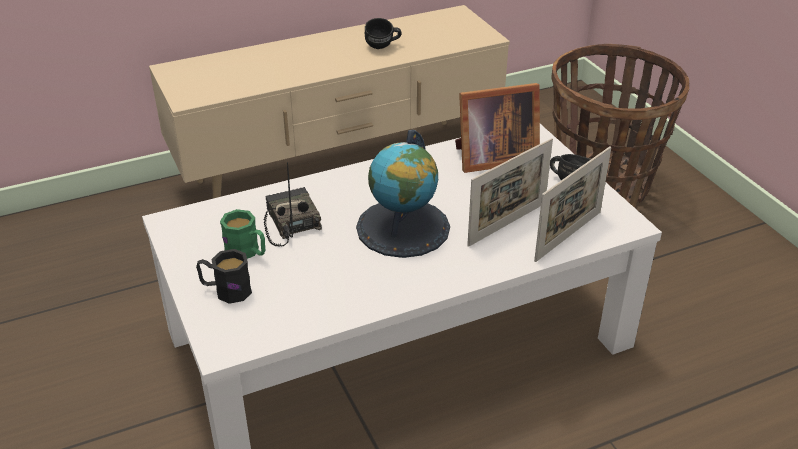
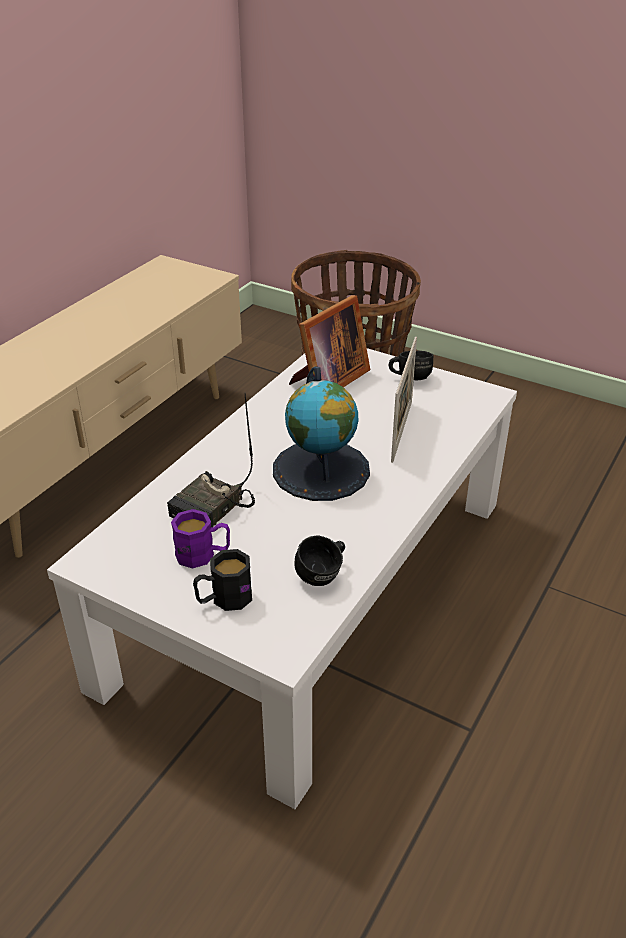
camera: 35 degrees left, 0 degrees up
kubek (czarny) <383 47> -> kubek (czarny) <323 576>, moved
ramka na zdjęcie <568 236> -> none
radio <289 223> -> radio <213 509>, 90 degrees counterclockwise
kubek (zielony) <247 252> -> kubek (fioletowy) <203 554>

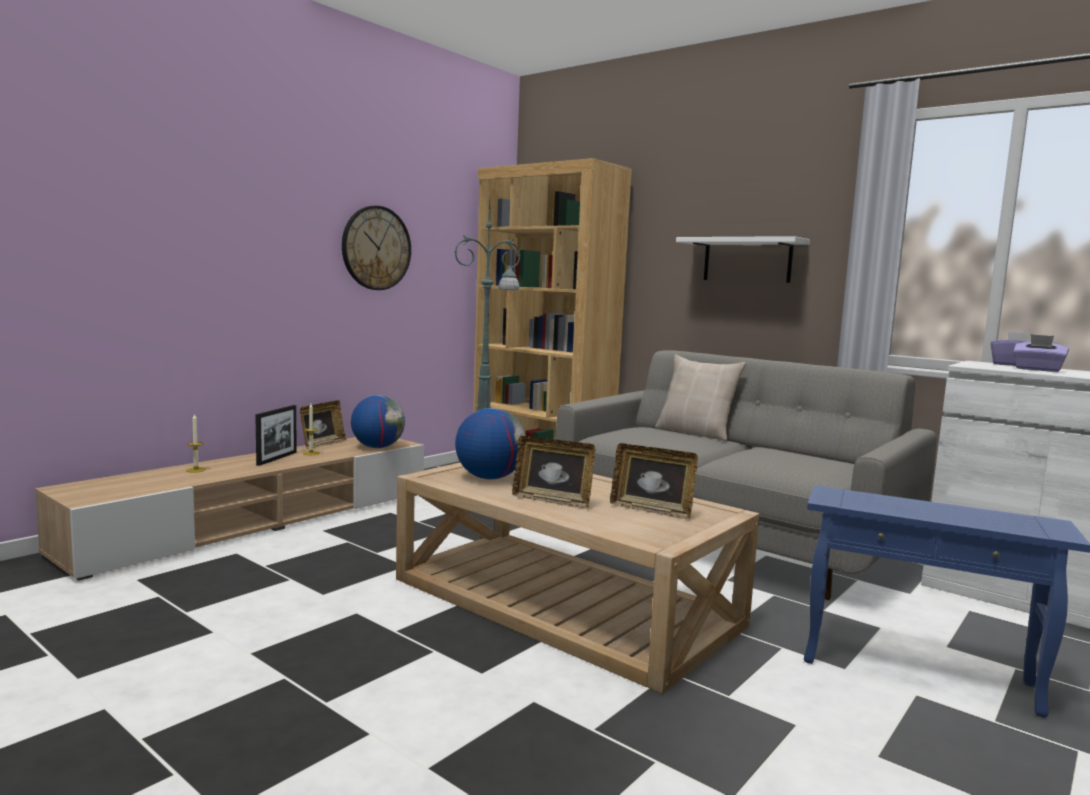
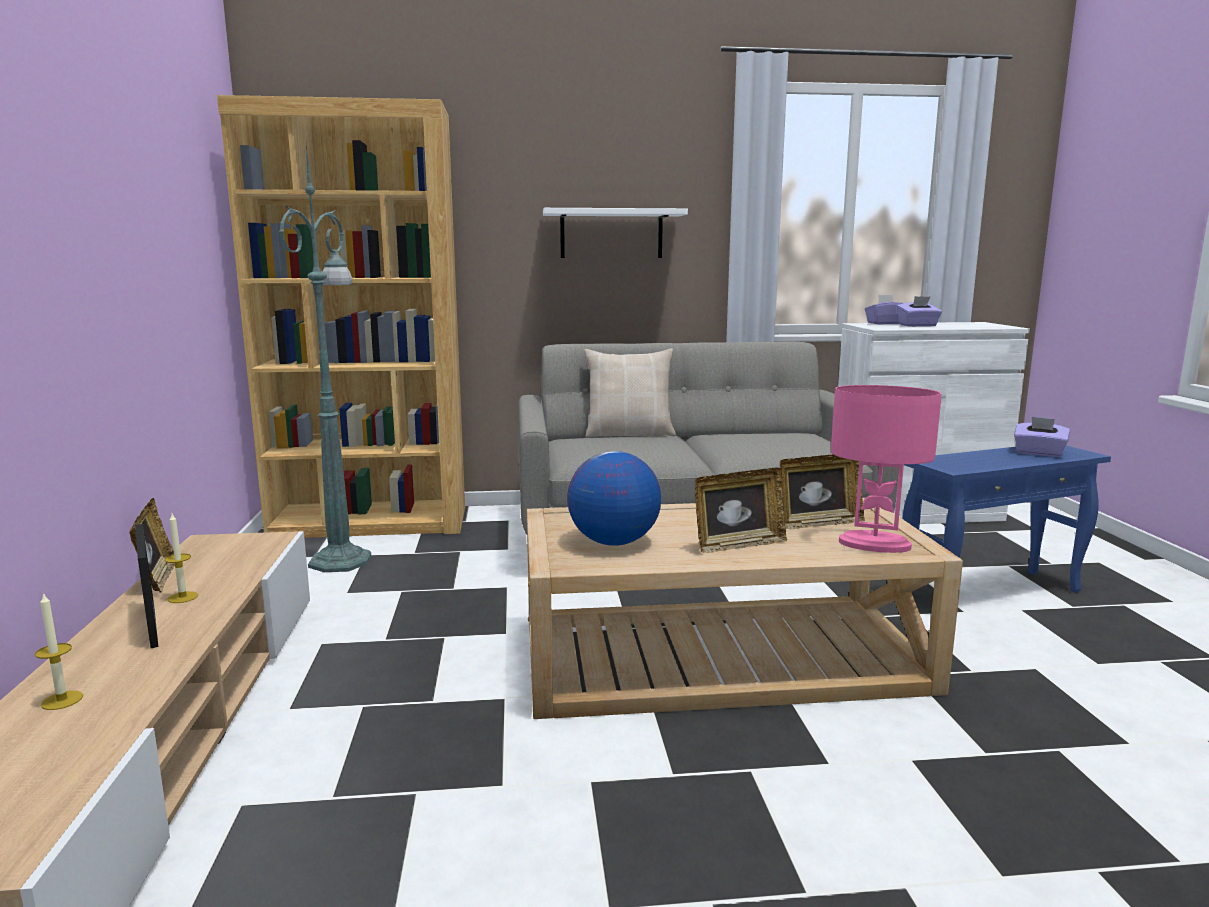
camera: 45 degrees left, 5 degrees up
zegar ścienny <376 248> -> none
globus <377 447> -> none
none -> lampa stołowa (różowy) <874 544>
none -> pudełko chusteczek (fioletowy) <1039 453>

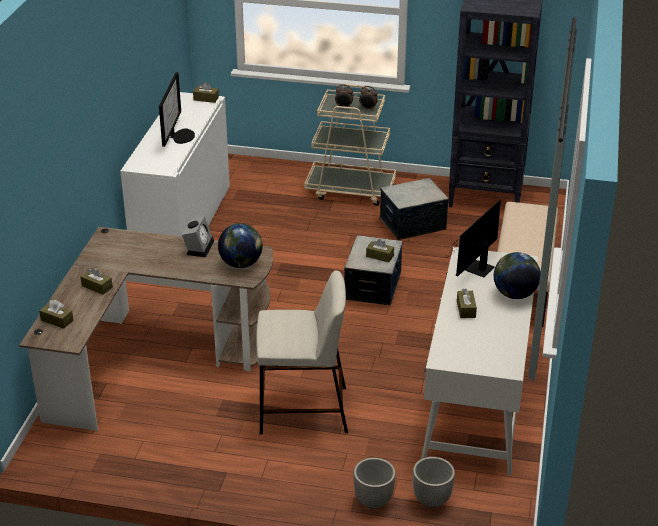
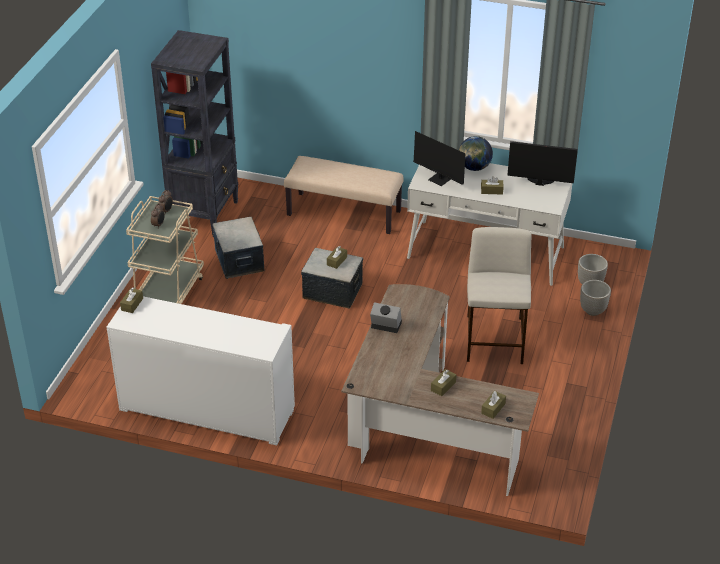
camera: 85 degrees left, 5 degrees up
monitor <180 136> -> monitor <540 180>, moved
globus <241 264> -> none

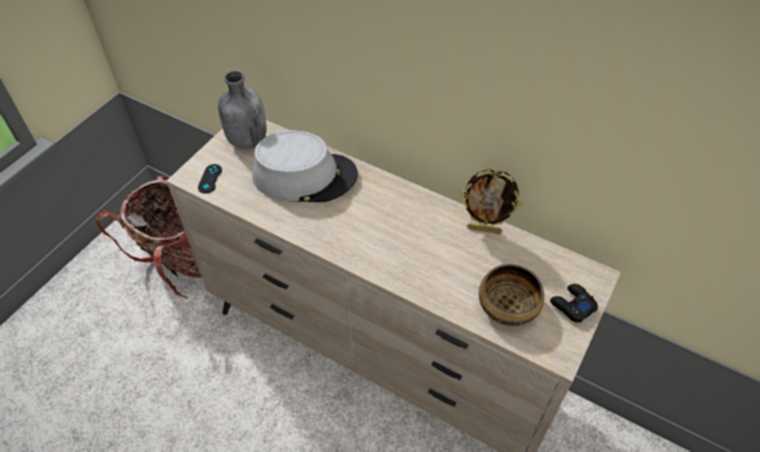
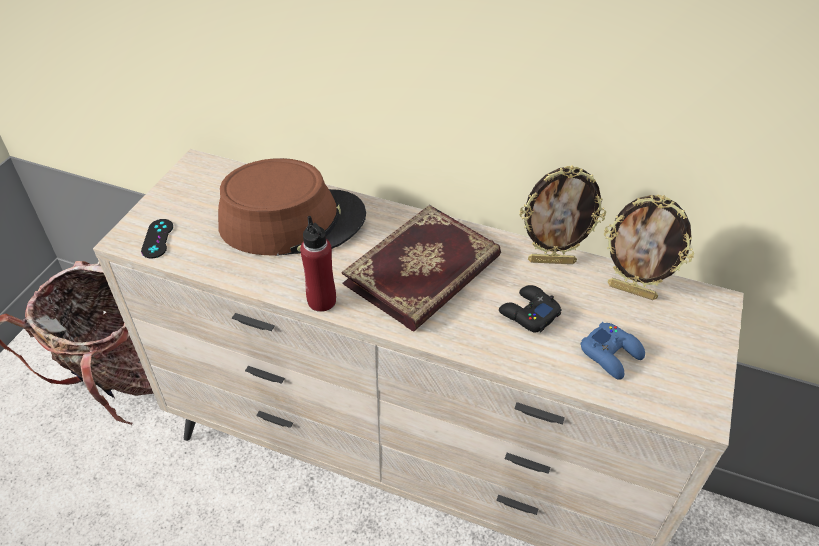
camera: 10 degrees left, 5 degrees down
butelka (szary) <246 140> -> none
kapelusz (szary) <305 176> -> kapelusz (brązowy) <292 221>
miska <508 305> -> pad do gier (niebieski) <611 354>
pad do gier (czarny) <572 305> -> pad do gier (czarny) <528 313>, moved
none -> ramka na zdjęcie <632 291>
none -> książka <424 271>
none -> butelka (czerwony) <321 301>

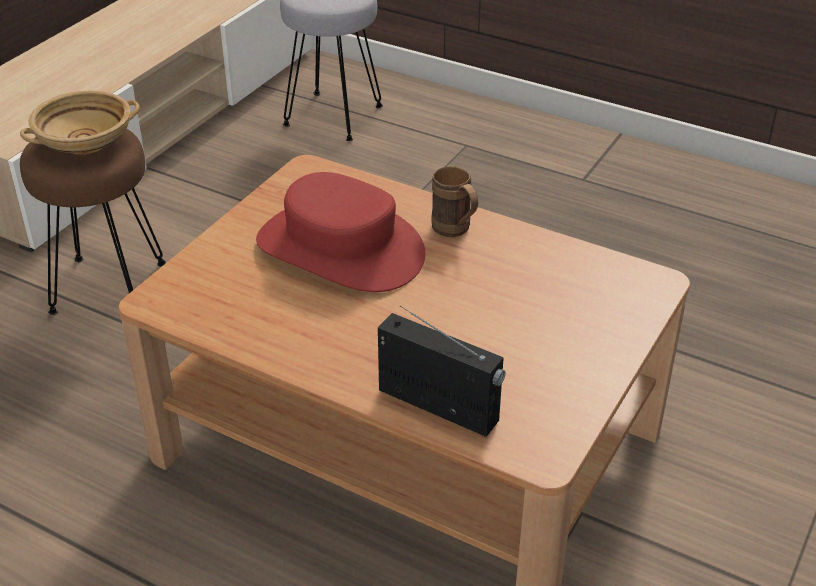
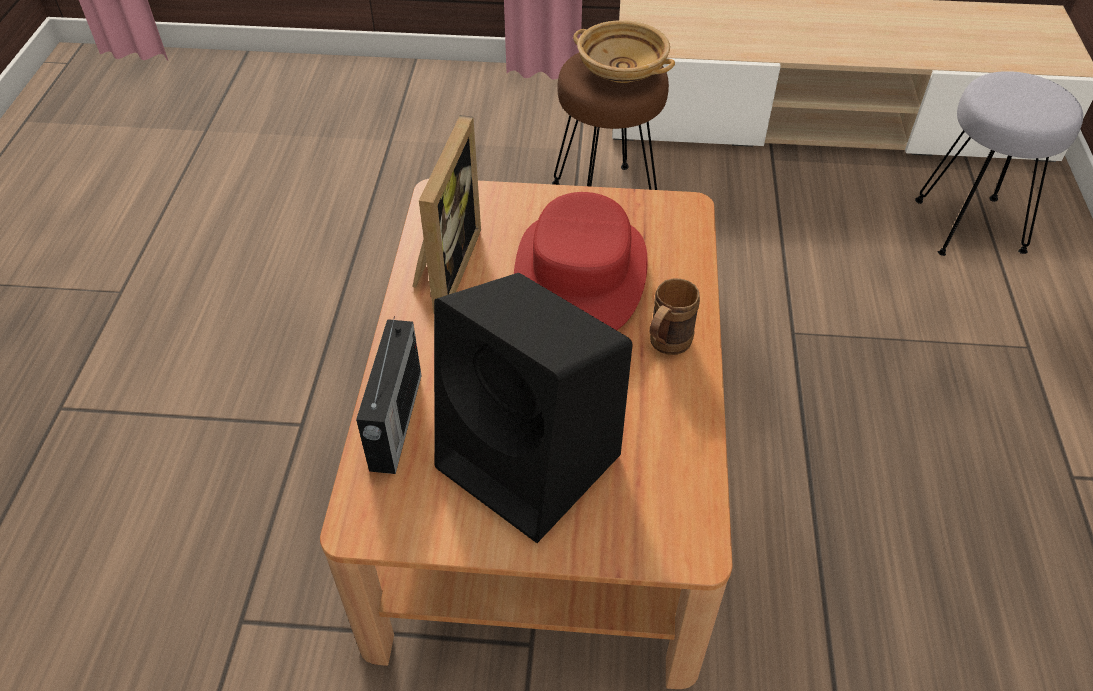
camera: 65 degrees right, 10 degrees up
none -> ramka na zdjęcie <443 267>
none -> głośnik (czarny) <533 462>

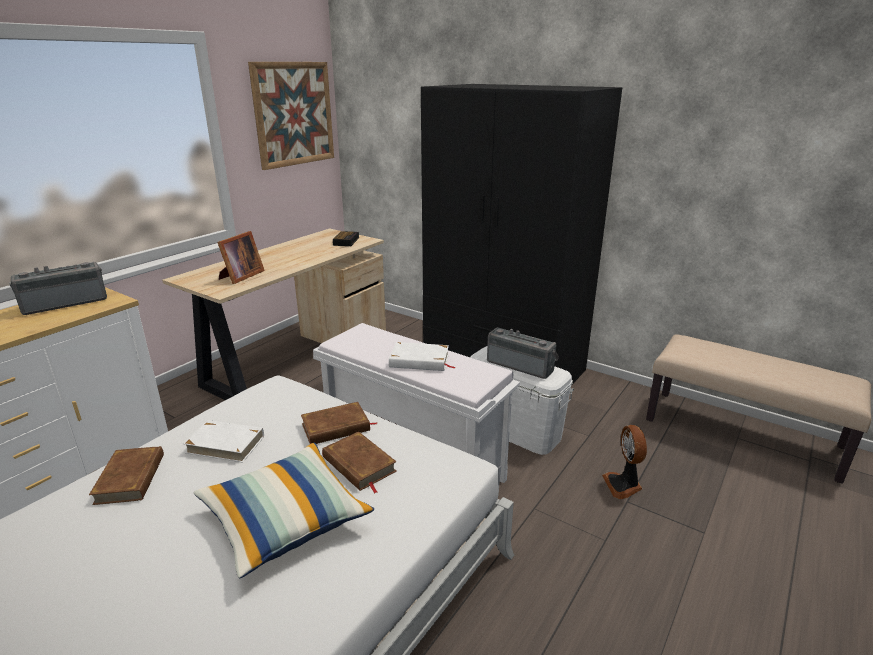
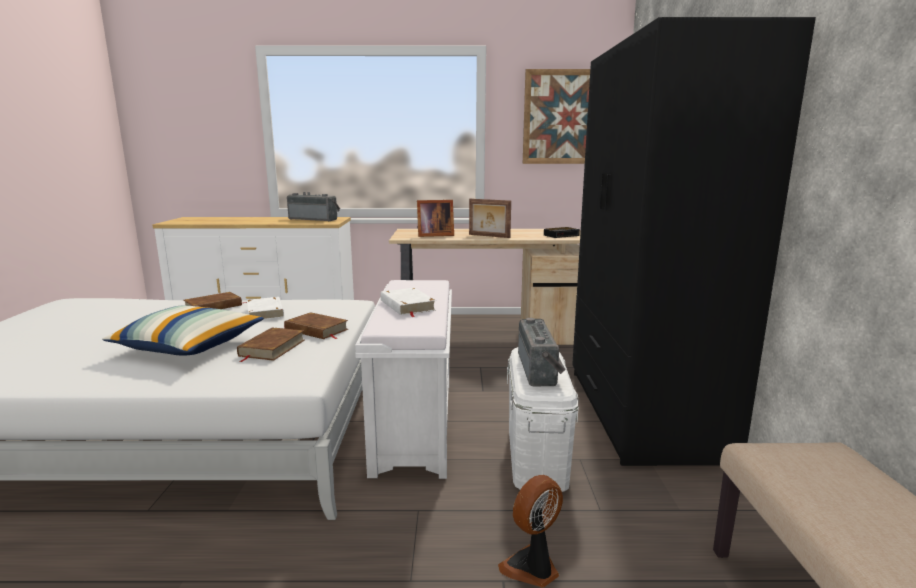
camera: 55 degrees right, 10 degrees down
none -> ramka na zdjęcie <488 236>

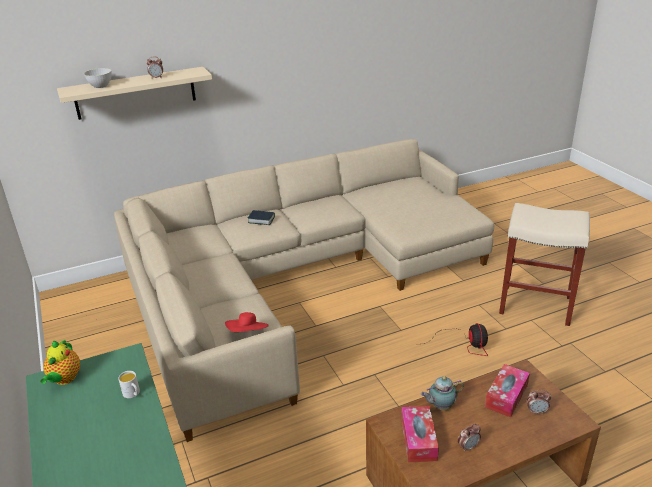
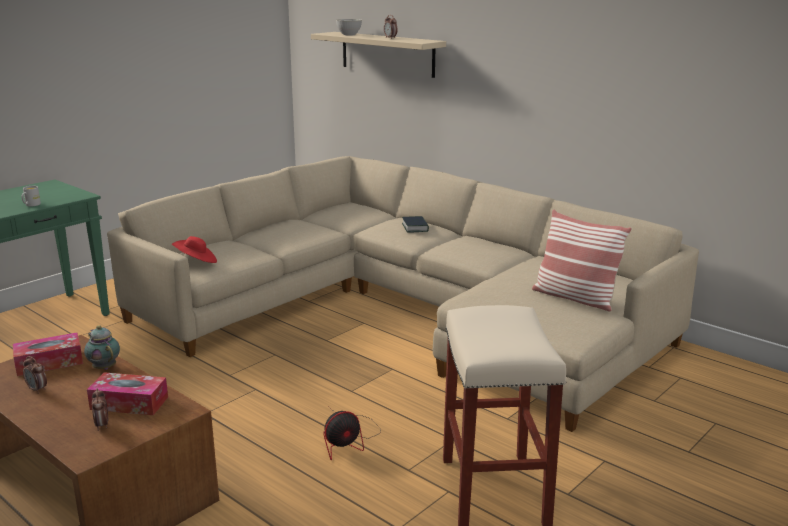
camera: 65 degrees right, 10 degrees down
imbryk <64 379> -> none
none -> poduszka <575 297>

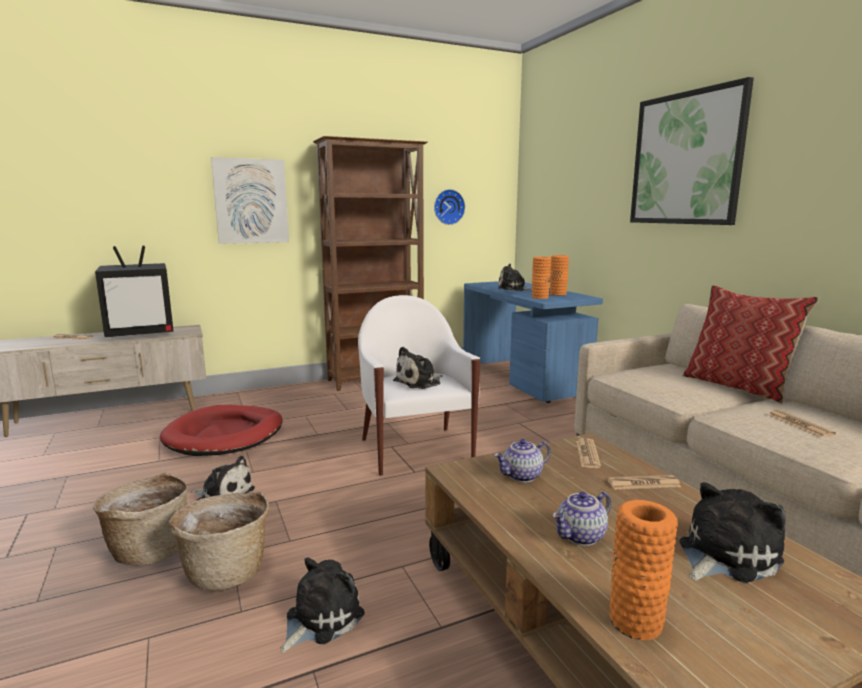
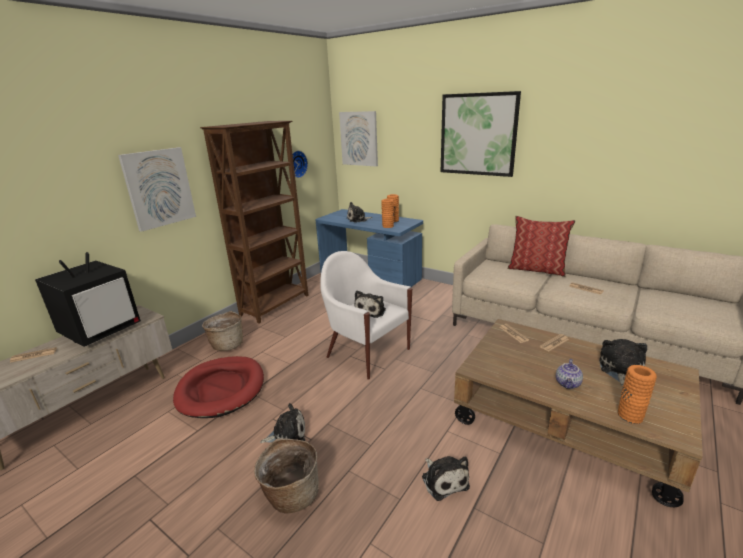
camera: 30 degrees left, 10 degrees up
imbryk <522 476> -> none
koszyk <227 570> -> koszyk <227 344>, moved
pluszak <320 618> -> pluszak <444 480>, 150 degrees clockwise
none -> obraz <359 138>

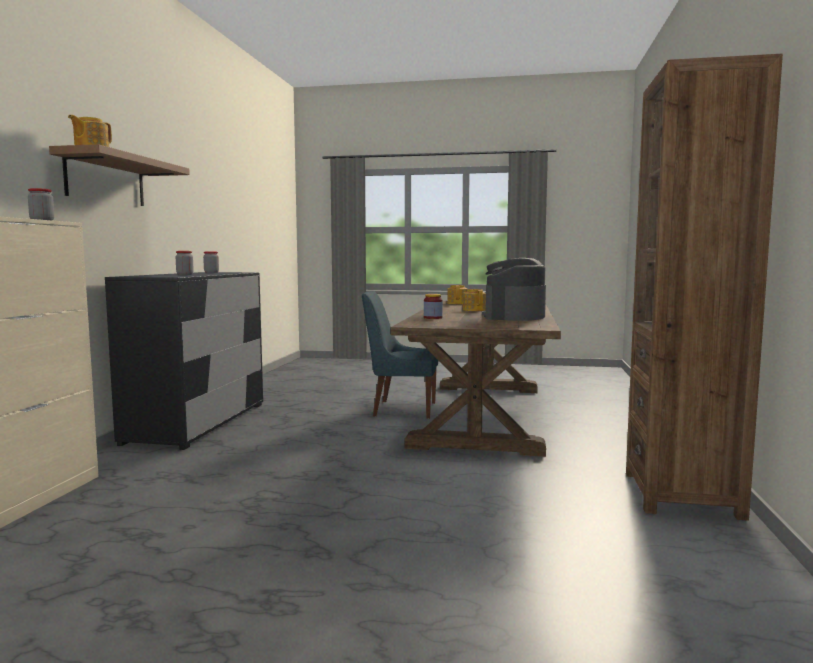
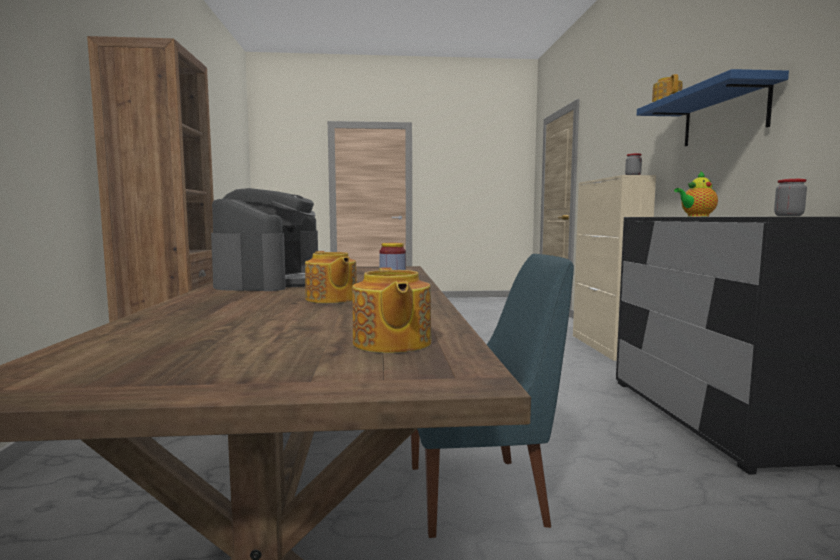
camera: 165 degrees right, 0 degrees up
półka (brązowy) <106 180> -> półka (niebieski) <724 115>
słoik <185 274> -> imbryk <696 216>

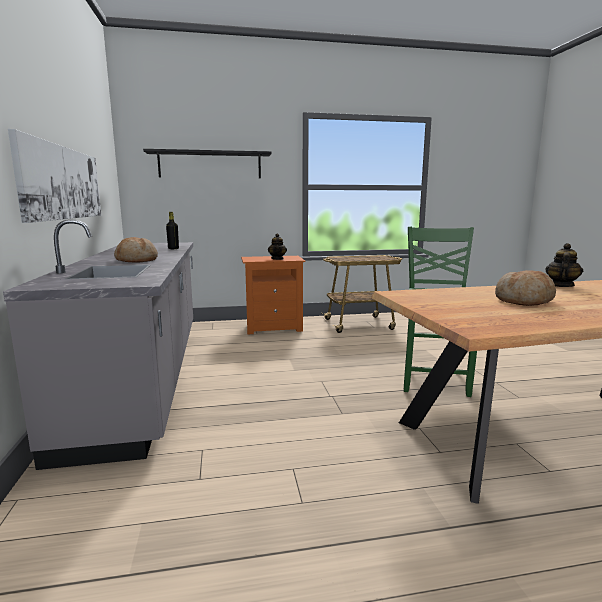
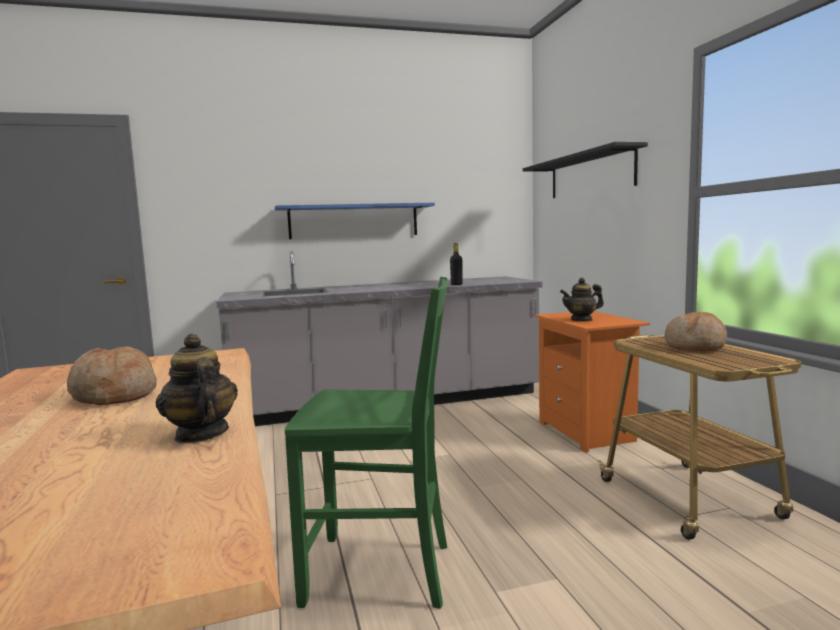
camera: 85 degrees right, 5 degrees down
obraz <63 183> -> półka (niebieski) <354 221>
chleb <136 260> -> chleb <696 346>, moved
imbryk <561 286> -> imbryk <201 434>, 150 degrees counterclockwise

